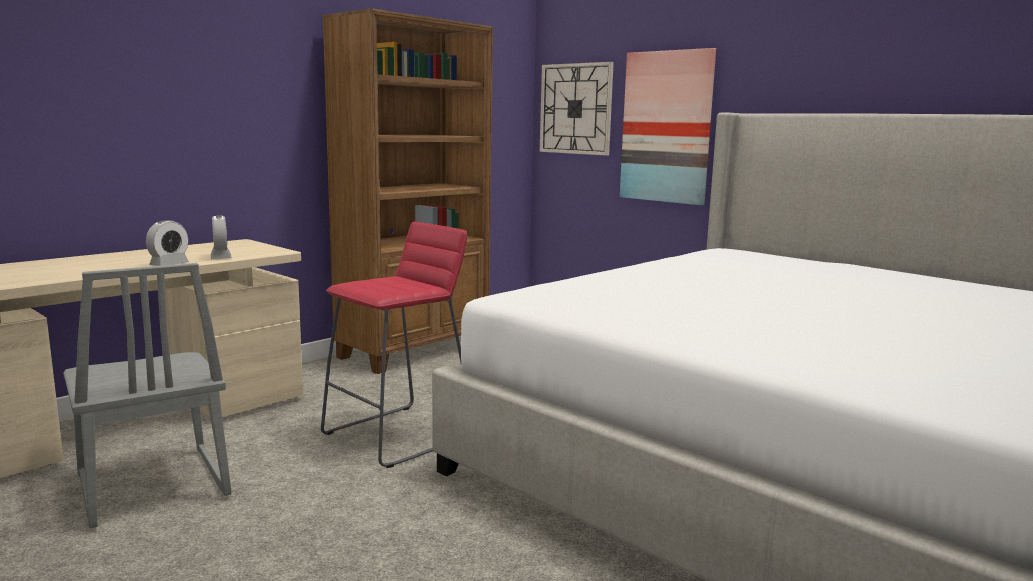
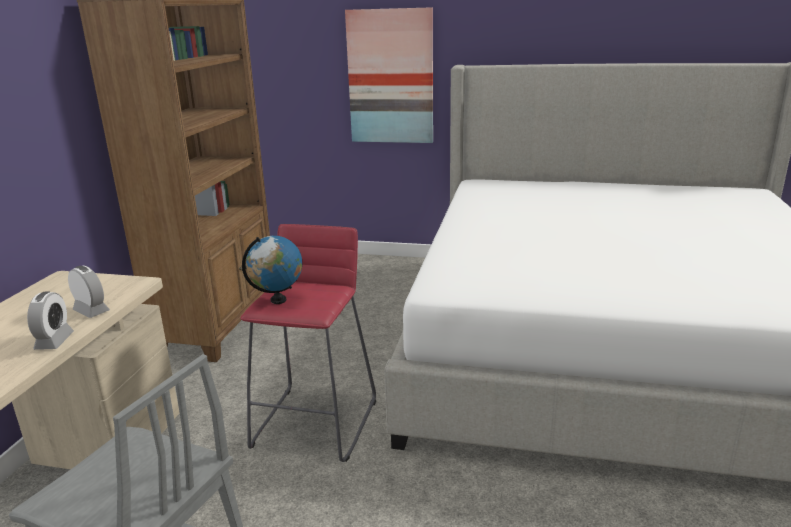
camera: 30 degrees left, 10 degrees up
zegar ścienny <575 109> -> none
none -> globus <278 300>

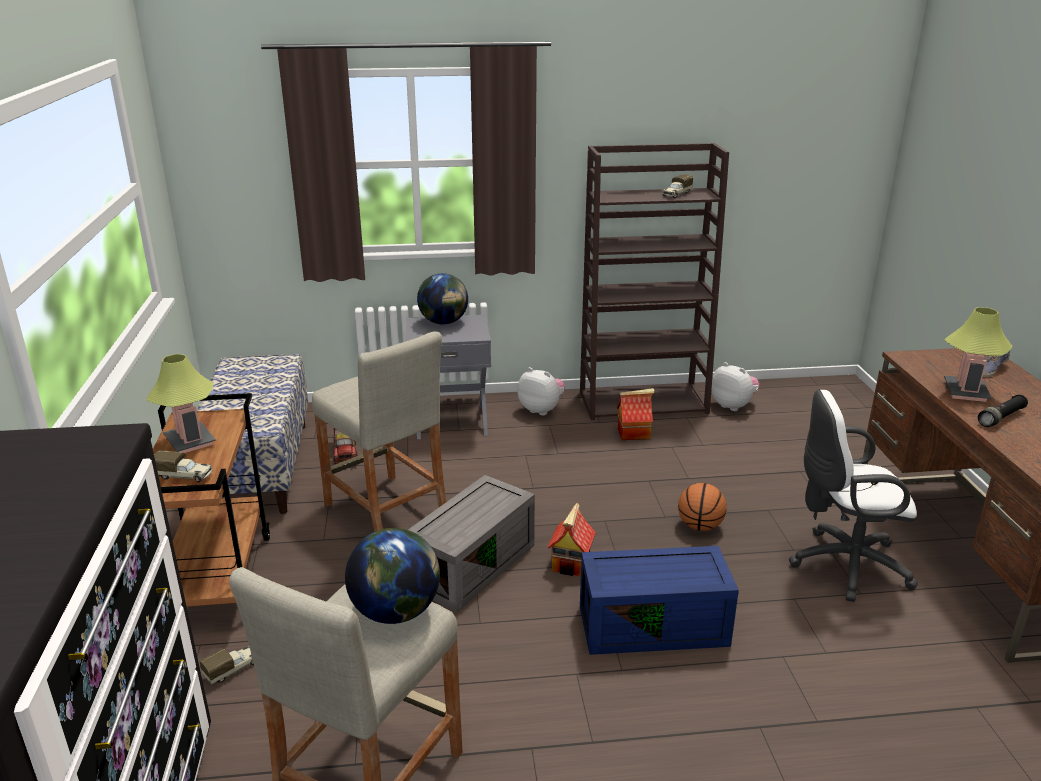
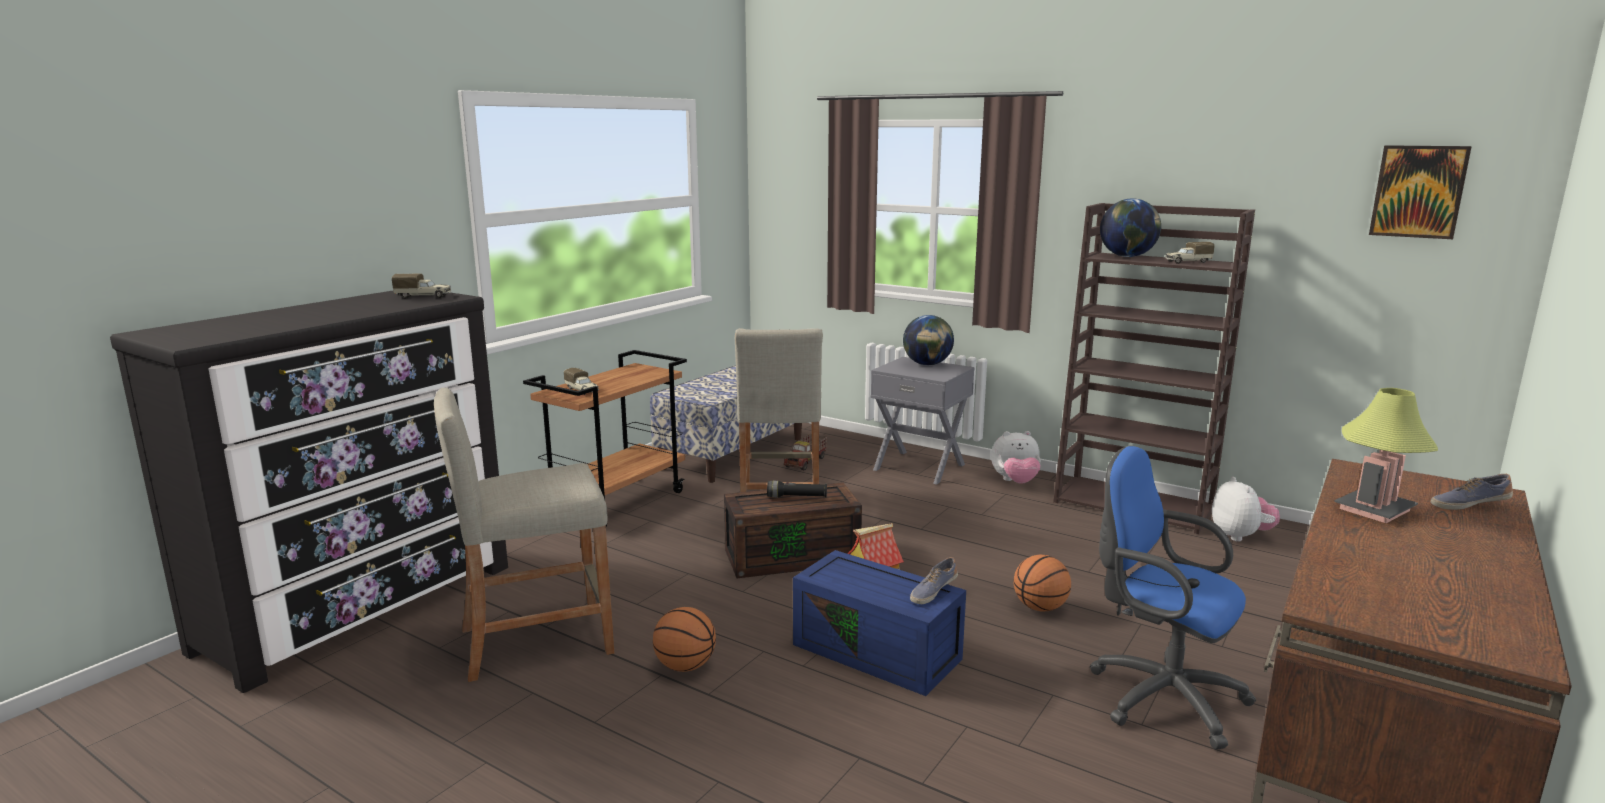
camera: 40 degrees right, 10 degrees down
lampa stołowa <190 441> -> none
pluszak <541 410> -> pluszak <1015 482>, 105 degrees clockwise
domek <634 433> -> none
krzesło biurowe (biały) <843 565> -> krzesło biurowe (niebieski) <1158 696>
latarka (czarny) <1001 418> -> latarka (czarny) <797 497>, moved
pojemnik do przechowywania (szary) <472 563> -> pojemnik do przechowywania (brązowy) <793 556>
globus <396 611> -> globus <1127 256>, moved
ciężarówka zabawkowa <233 669> -> ciężarówka zabawkowa <424 296>, moved
none -> obraz <1418 191>
none -> but <933 591>
none -> piłka do koszykówki <685 666>

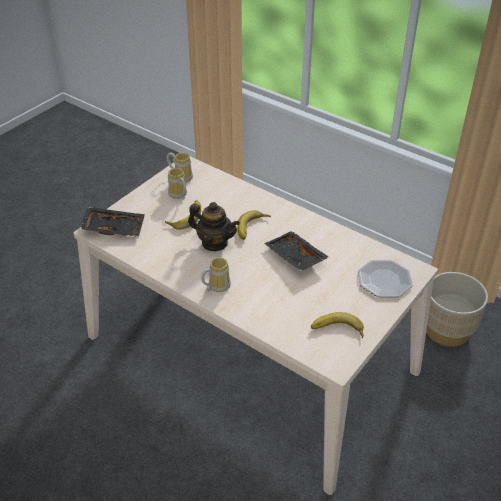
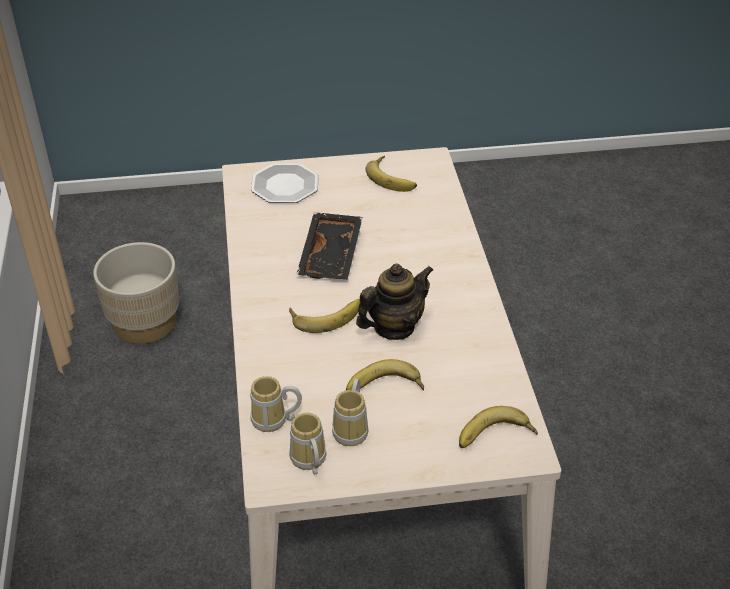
camera: 135 degrees left, 0 degrees up
imbryk <214 243> -> imbryk <394 327>, 75 degrees clockwise
taca (czarny) <114 227> -> banan <495 437>
kubek <216 286> -> kubek <274 421>, moved

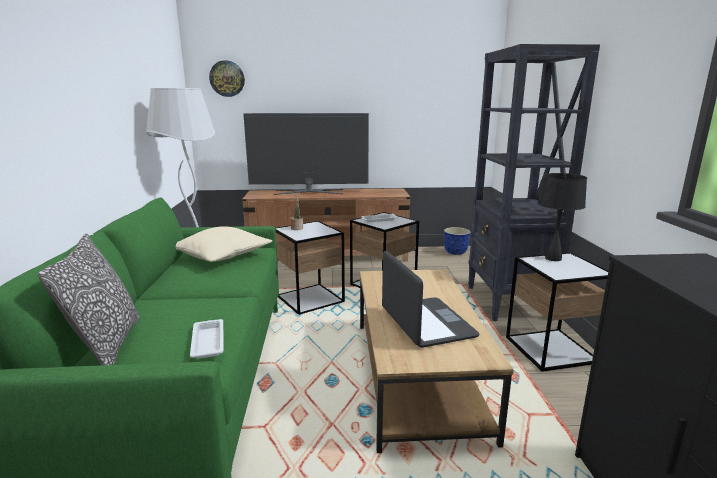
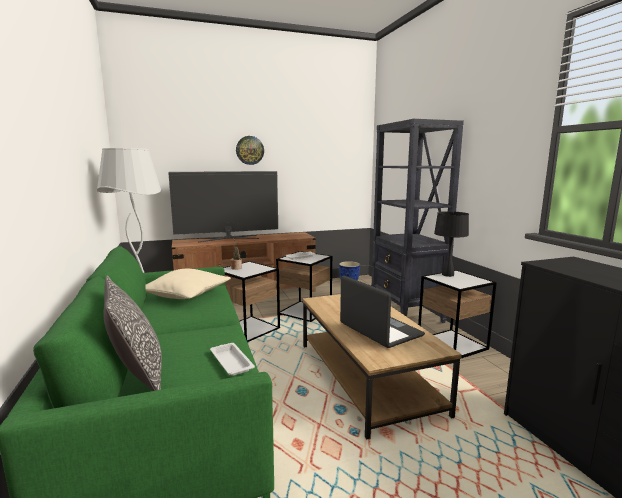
camera: 15 degrees left, 5 degrees down
zegar ścienny <227 78> -> zegar ścienny <250 150>, moved

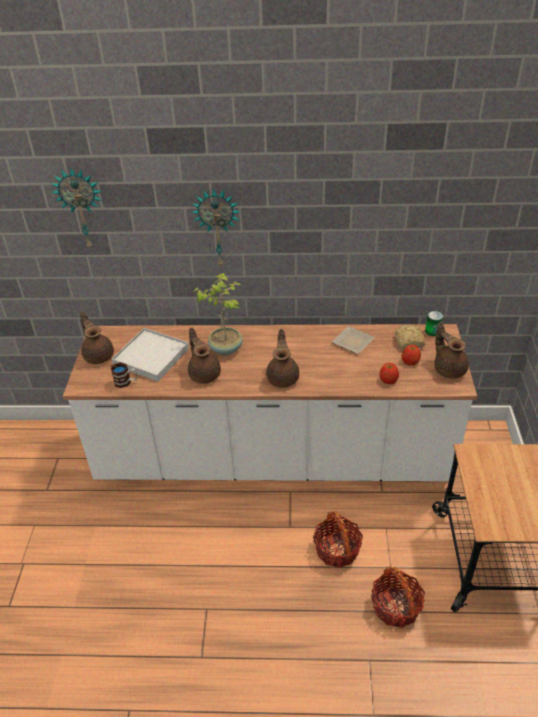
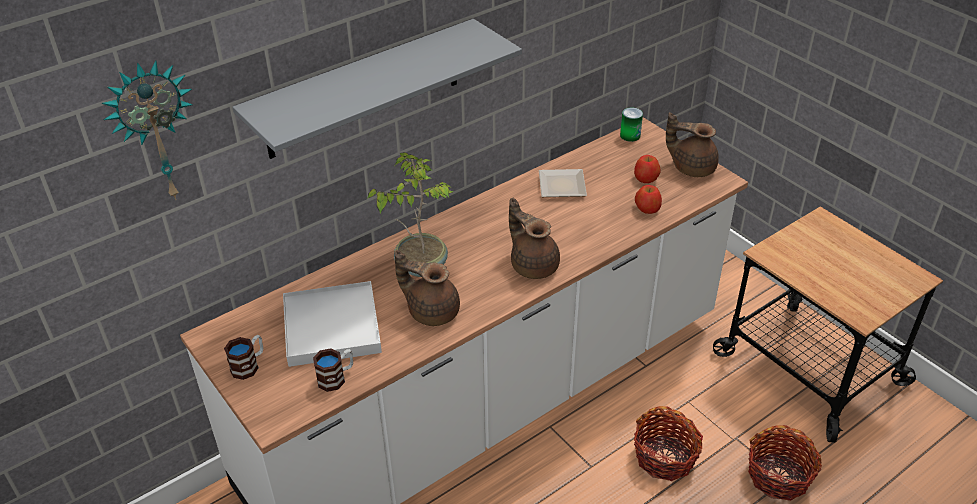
camera: 40 degrees left, 0 degrees up
zegar ścienny <217 227> -> półka (szary) <363 89>
imbryk (brązowy) <98 355> -> kubek <249 365>
chleb <408 342> -> none

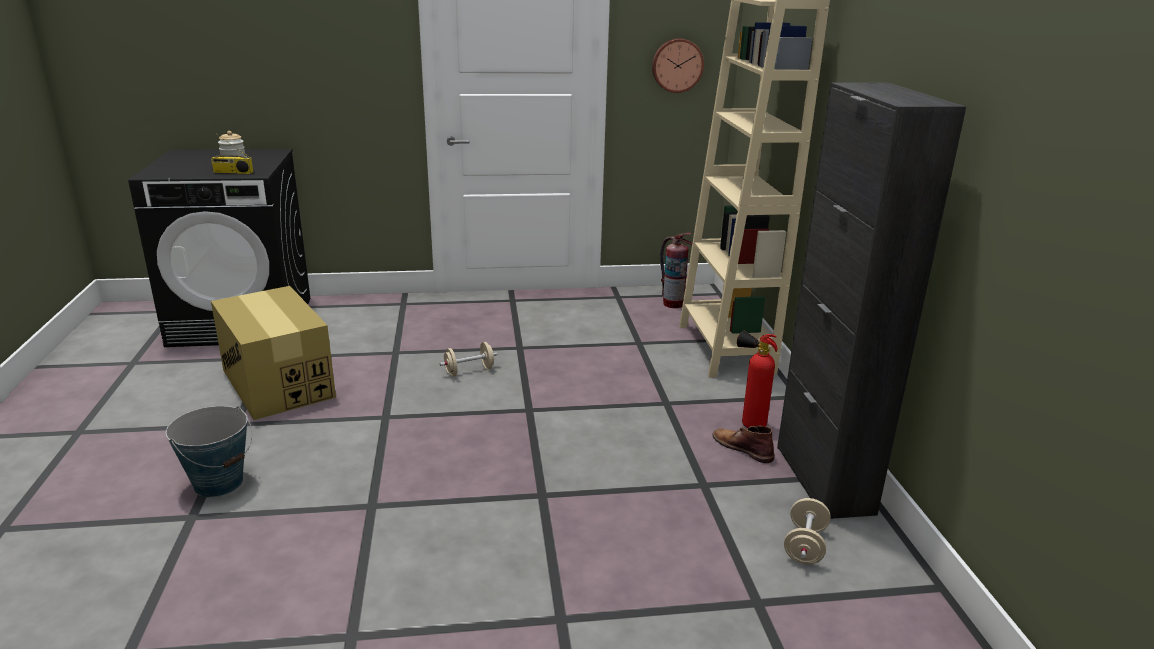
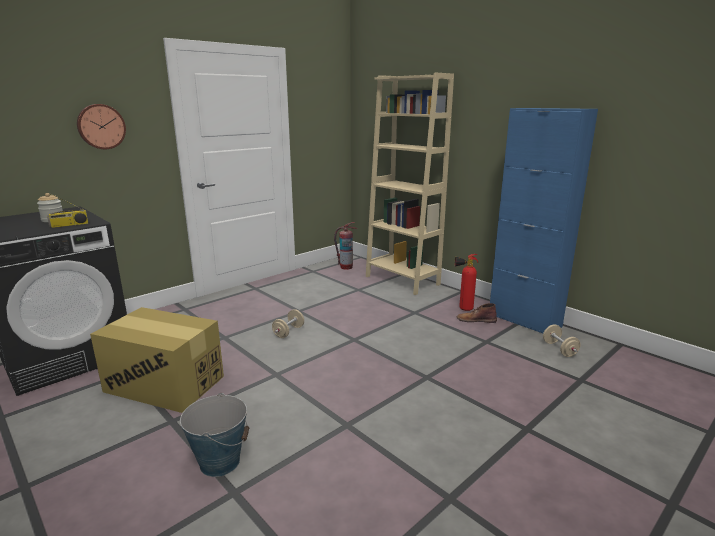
camera: 35 degrees left, 5 degrees down
zegar ścienny <677 65> -> zegar ścienny <101 126>, moved
szafka (czarny) <824 479> -> szafka (niebieski) <524 320>

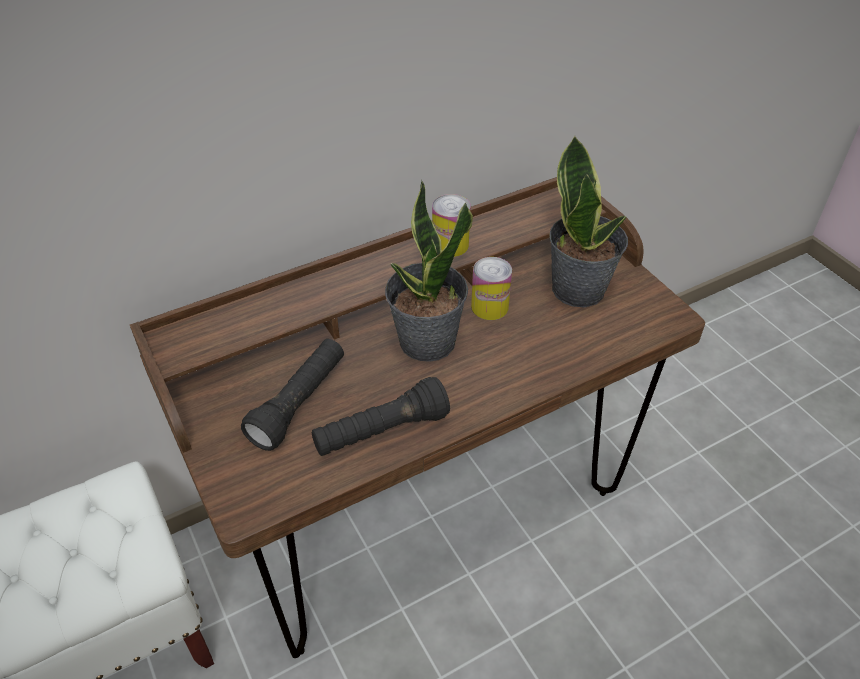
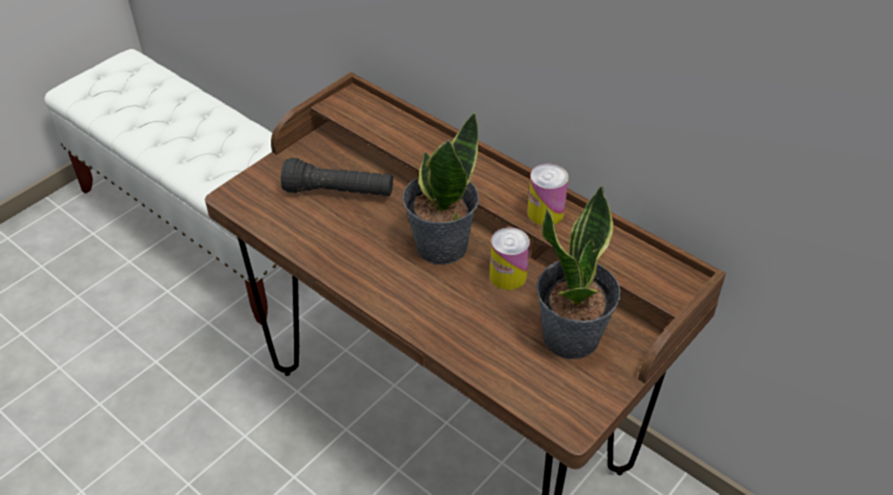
camera: 70 degrees right, 0 degrees up
latarka (czarny) <381 432> -> none

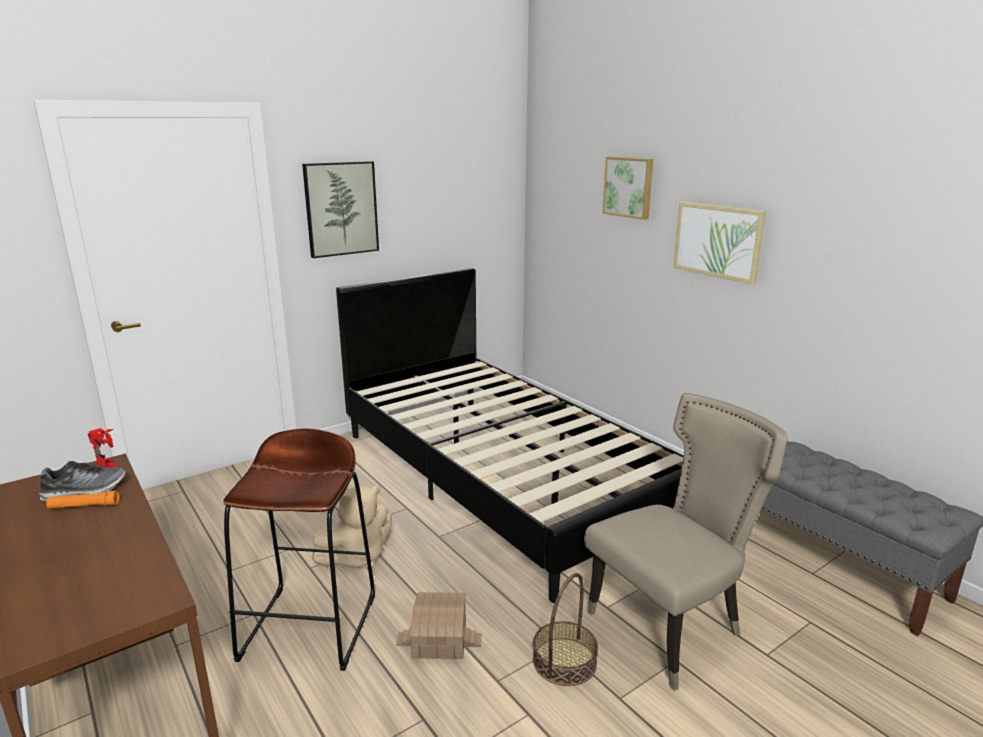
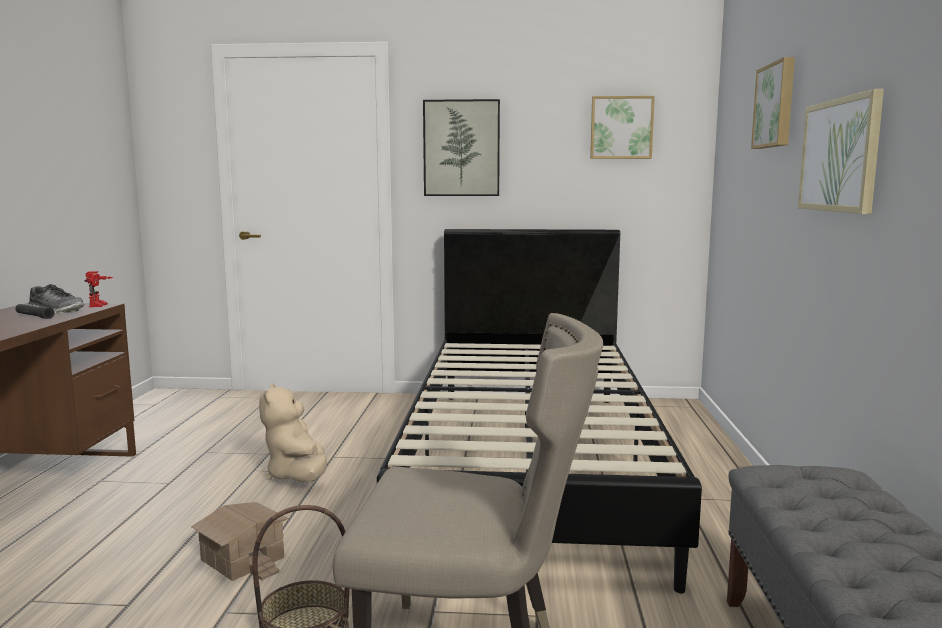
camera: 40 degrees right, 10 degrees down
stołek (brązowy) <310 626> -> none
pluszak (beżowy) <357 557> -> pluszak (beżowy) <297 476>, 75 degrees clockwise
latarka (pomarańczowy) <84 506> -> latarka (czarny) <34 316>
none -> obraz <621 128>

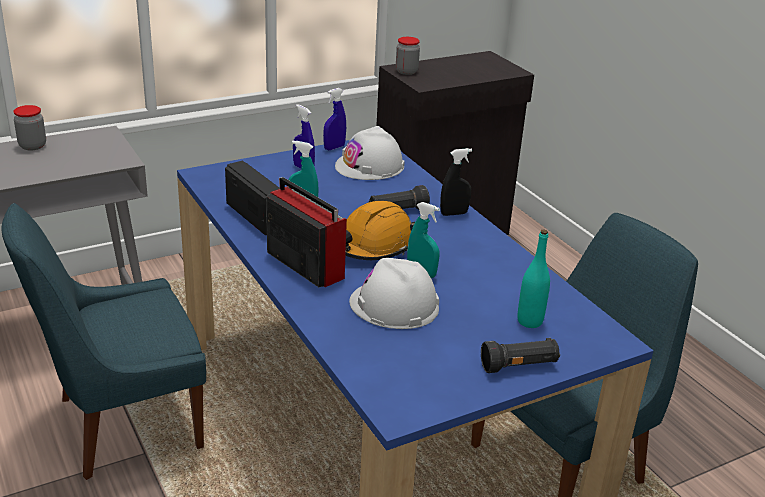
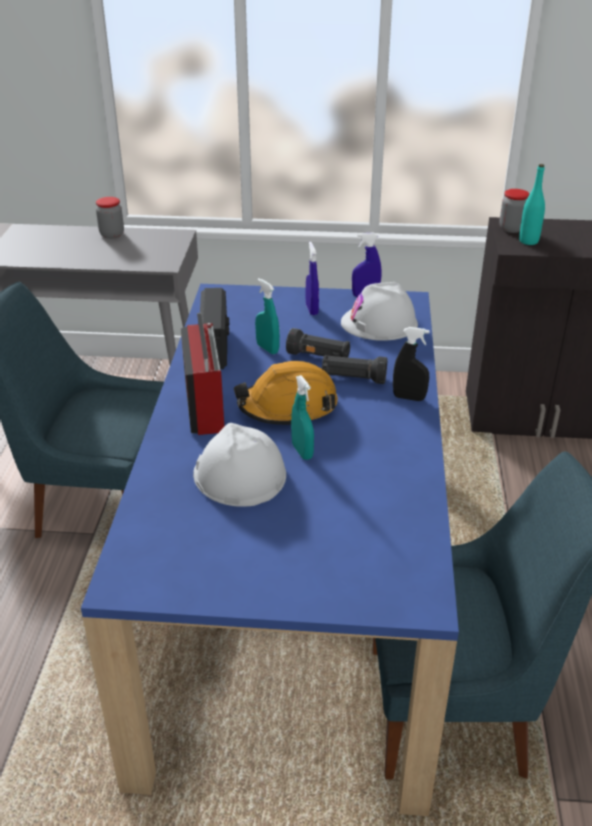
camera: 35 degrees right, 5 degrees up
butelka (turkusowy) <529 321> -> butelka (turkusowy) <528 241>, moved
latarka (czarny) <519 366> -> latarka (czarny) <318 357>, moved

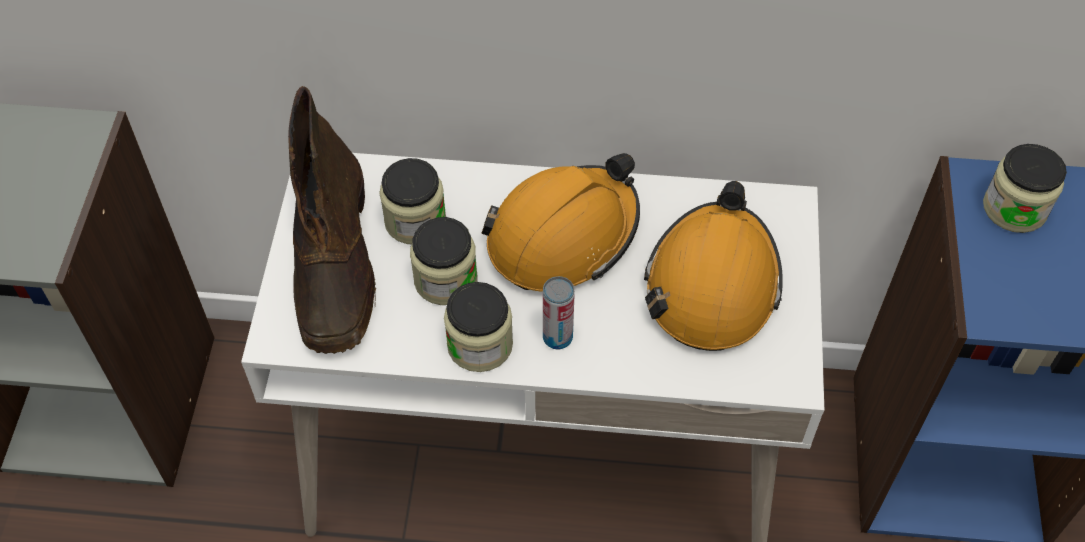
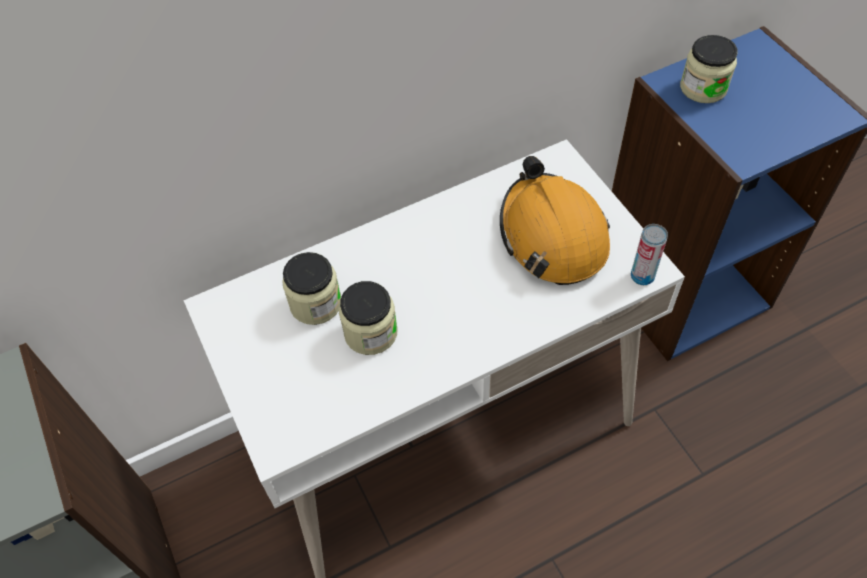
camera: 30 degrees left, 0 degrees up
but z cholewką (brązowy) <335 264> -> none
kask (pomarańczowy) <563 235> -> none
puszka <557 337> -> puszka <642 276>, moved
słoik <480 345> -> none

